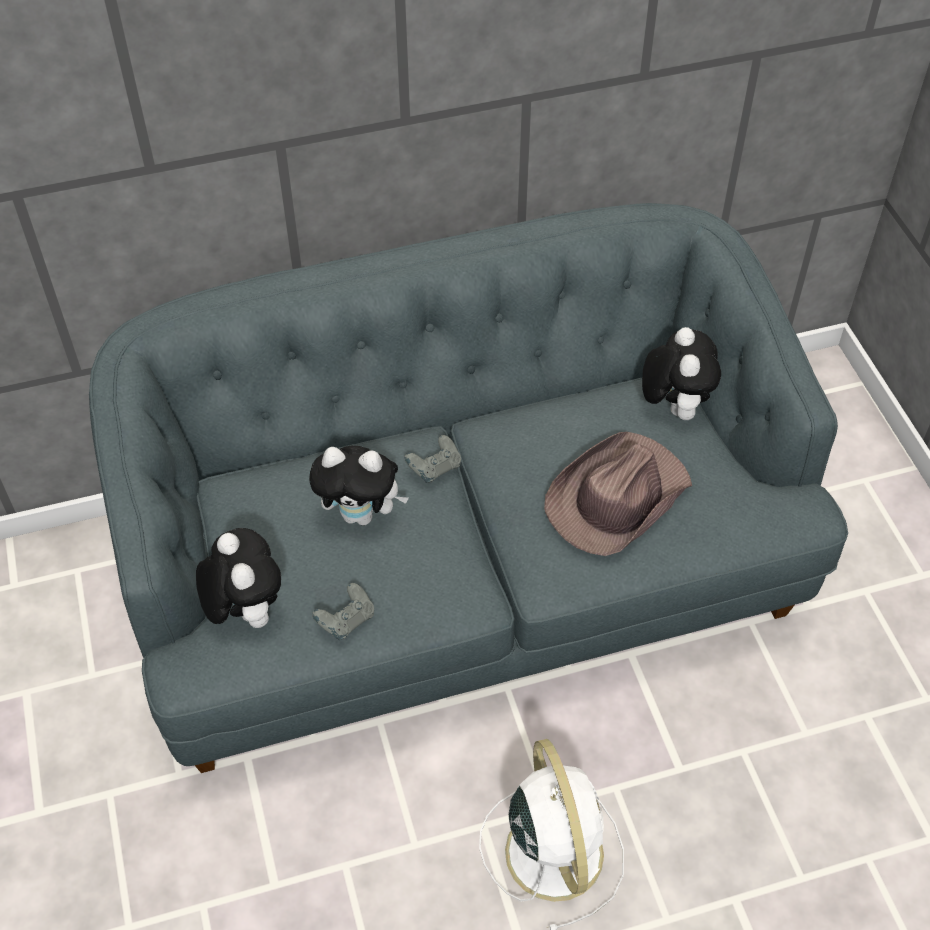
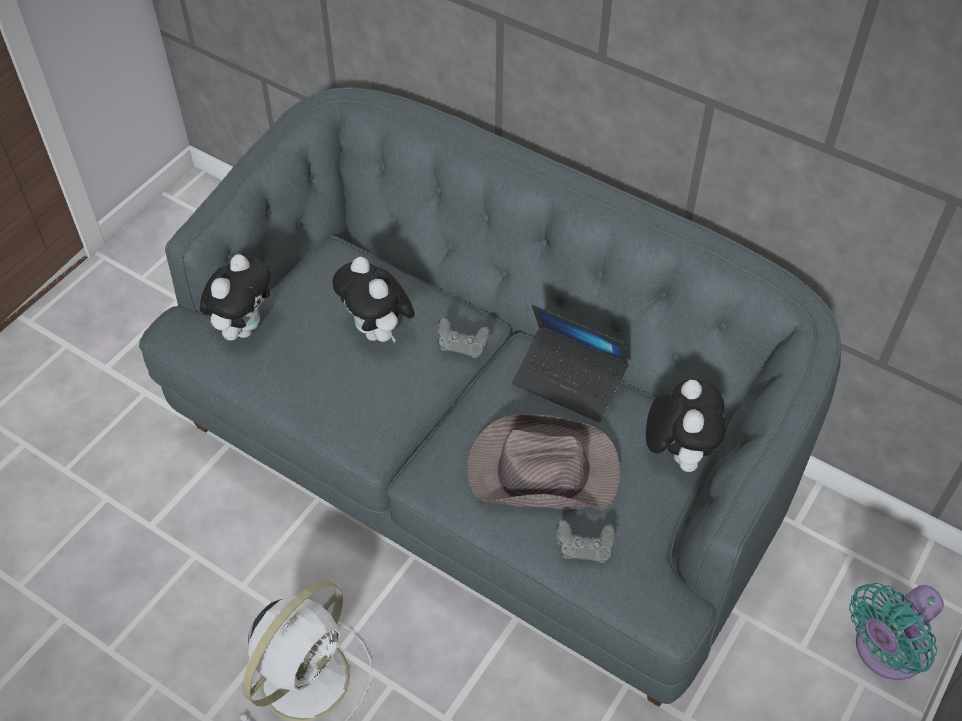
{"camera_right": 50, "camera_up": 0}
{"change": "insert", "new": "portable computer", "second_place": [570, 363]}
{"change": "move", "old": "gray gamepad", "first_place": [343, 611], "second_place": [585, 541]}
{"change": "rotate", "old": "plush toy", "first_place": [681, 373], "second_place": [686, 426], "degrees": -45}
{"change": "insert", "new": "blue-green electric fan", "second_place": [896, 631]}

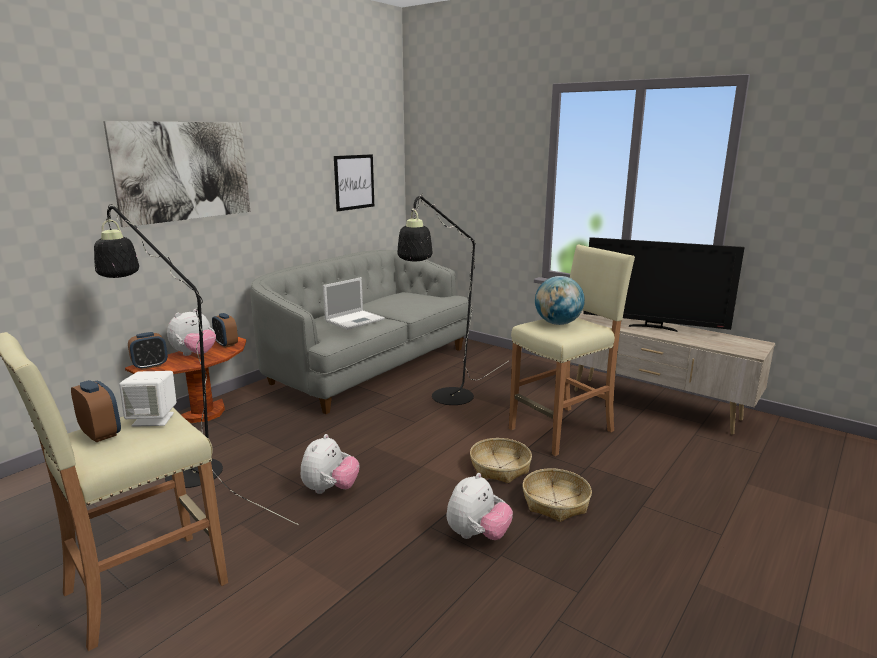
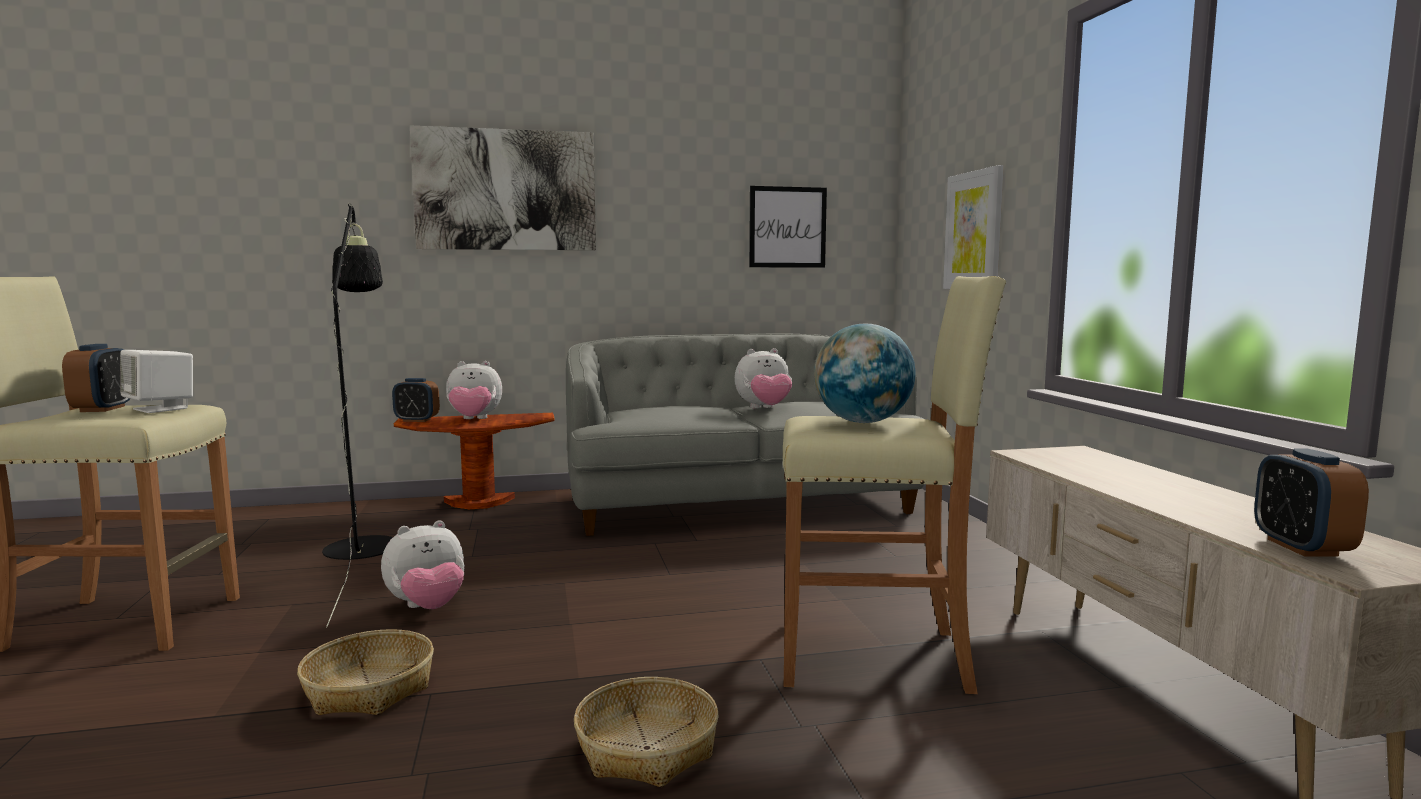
{"camera_right": 40, "camera_up": -10}
{"change": "move", "old": "storage basket", "first_place": [501, 460], "second_place": [365, 672]}
{"change": "move", "old": "plush toy", "first_place": [480, 506], "second_place": [763, 378]}
{"change": "insert", "new": "wall art", "second_place": [973, 227]}
{"change": "move", "old": "bedside clock", "first_place": [225, 330], "second_place": [1311, 502]}
{"change": "delete", "old": "portable computer", "first_place": [354, 303]}
{"change": "delete", "old": "black standing lamp", "first_place": [452, 299]}
{"change": "delete", "old": "television", "first_place": [664, 284]}

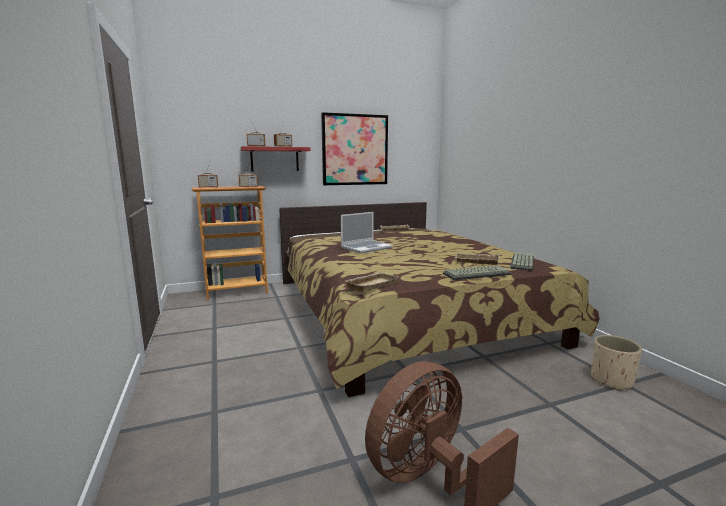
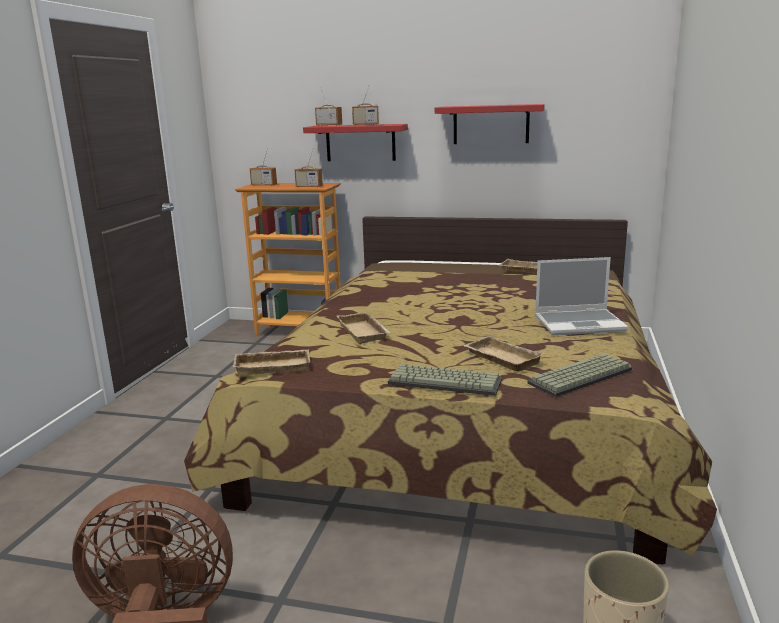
{"camera_right": 35, "camera_up": 5}
{"change": "insert", "new": "beige serving tray", "second_place": [364, 328]}
{"change": "replace", "old": "wall art", "new": "red-coloured shelf", "first_place": [354, 148], "second_place": [490, 124]}
{"change": "move", "old": "portable computer", "first_place": [367, 232], "second_place": [581, 296]}

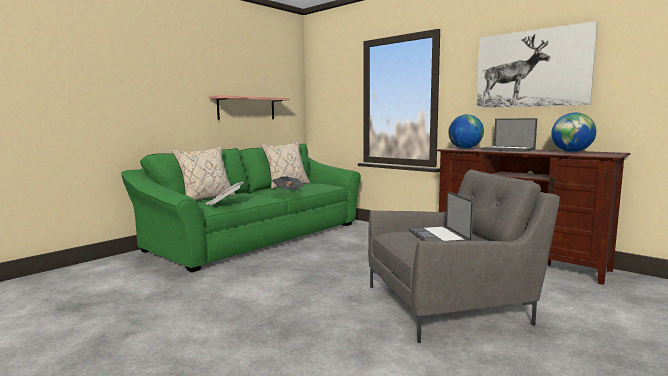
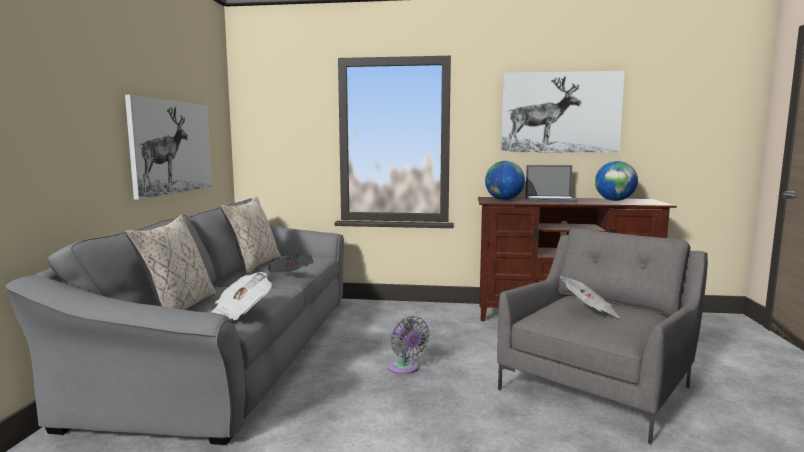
{"camera_right": -35, "camera_up": 0}
{"change": "recolor", "old": "greenish couch", "new": "gray couch", "first_place": [241, 208], "second_place": [174, 321]}
{"change": "replace", "old": "shelf", "new": "wall art", "first_place": [249, 107], "second_place": [168, 147]}
{"change": "insert", "new": "gray electric fan", "second_place": [409, 345]}
{"change": "replace", "old": "portable computer", "new": "daily paper", "first_place": [441, 216], "second_place": [590, 297]}

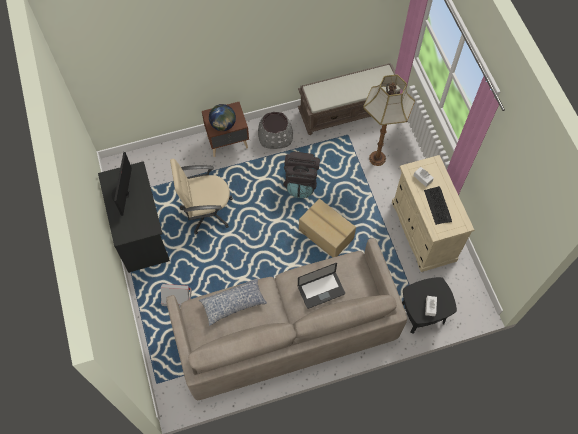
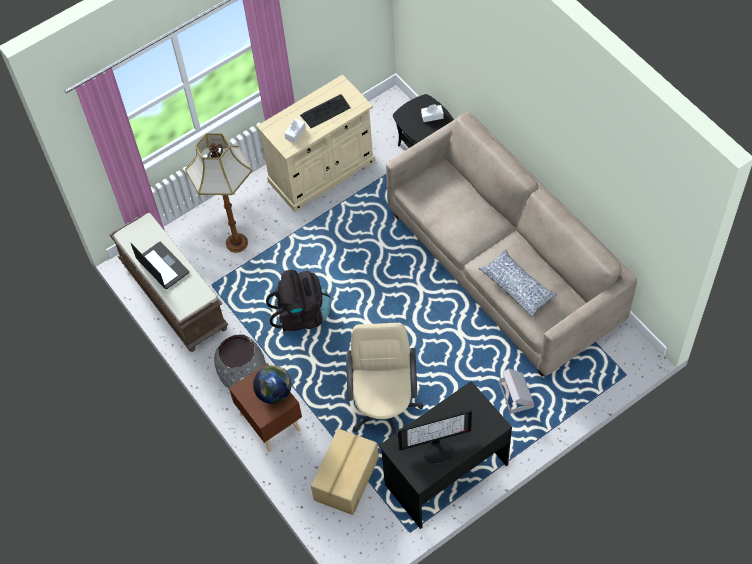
{"camera_right": -105, "camera_up": -5}
{"change": "move", "old": "portable computer", "first_place": [321, 286], "second_place": [160, 265]}
{"change": "move", "old": "cardboard box", "first_place": [327, 228], "second_place": [345, 471]}
{"change": "rotate", "old": "beige computer chair", "first_place": [201, 196], "second_place": [384, 378], "degrees": -150}

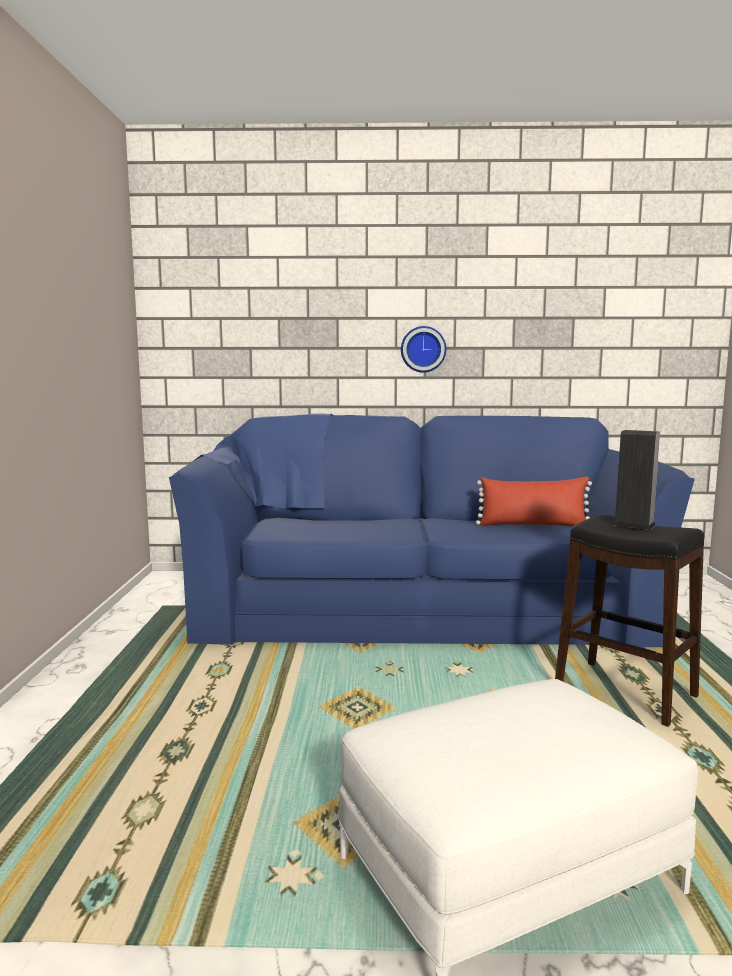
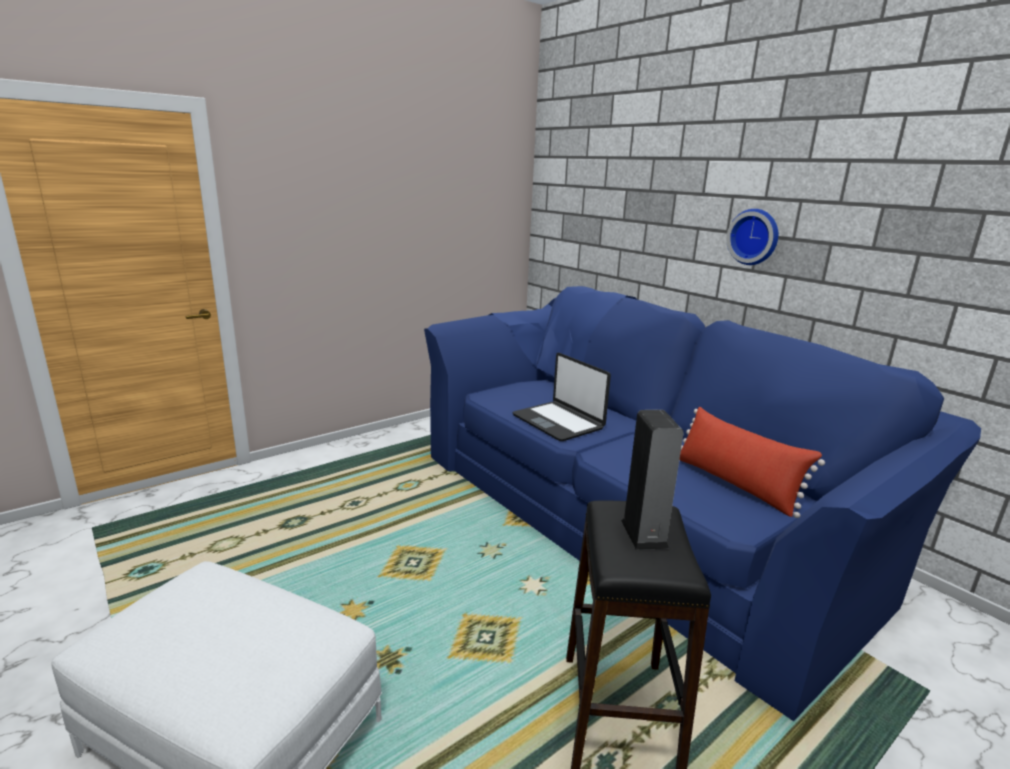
{"camera_right": 50, "camera_up": 10}
{"change": "insert", "new": "portable computer", "second_place": [561, 397]}

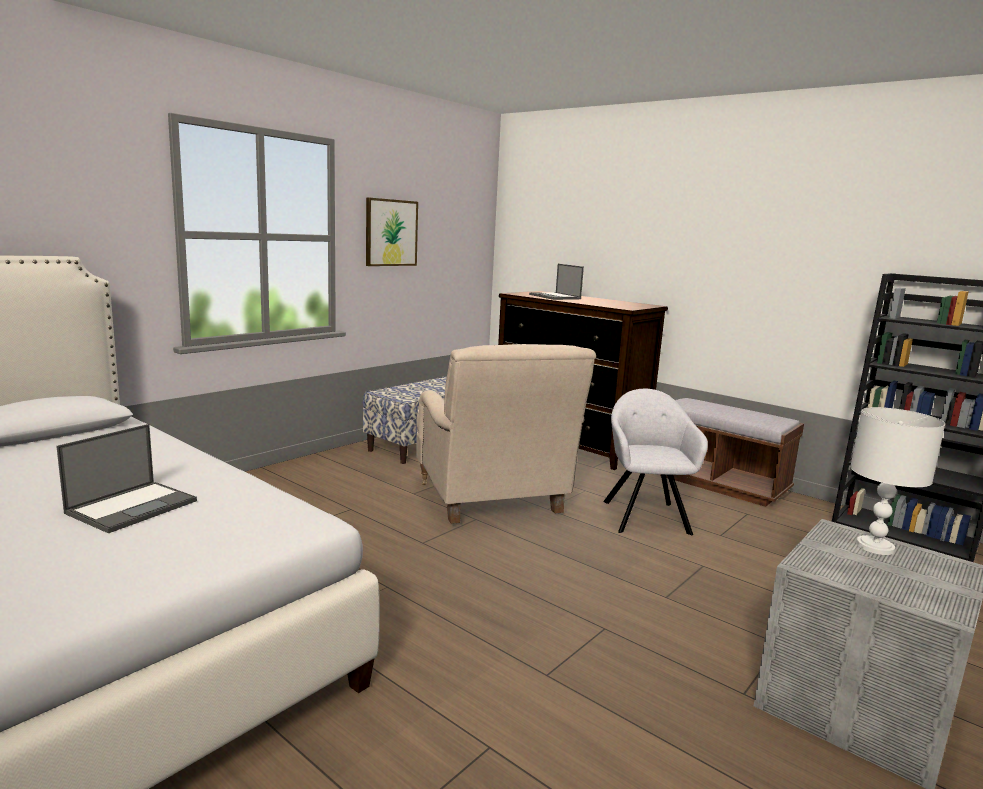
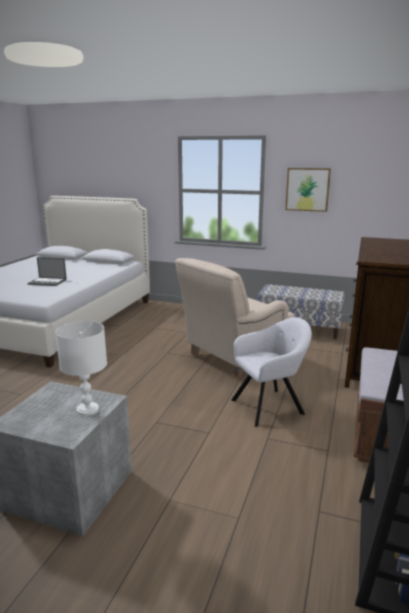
{"camera_right": 70, "camera_up": 5}
{"change": "delete", "old": "portable computer", "first_place": [556, 282]}

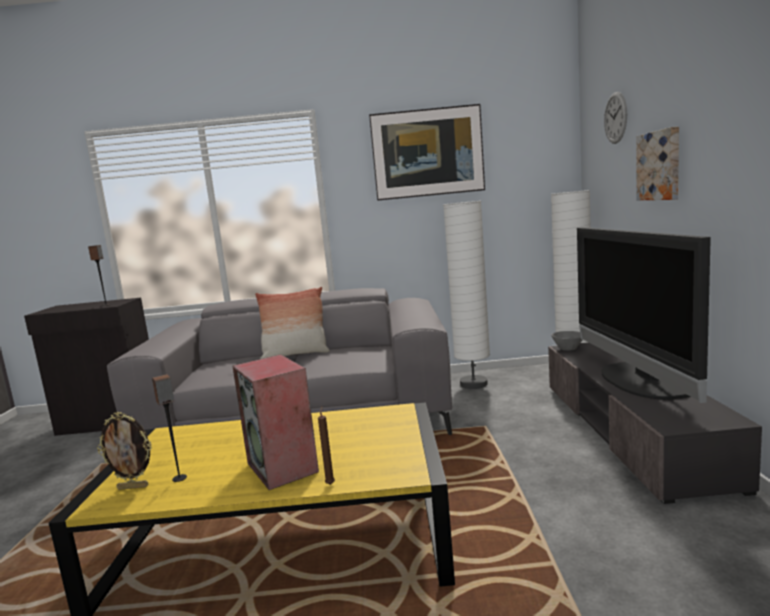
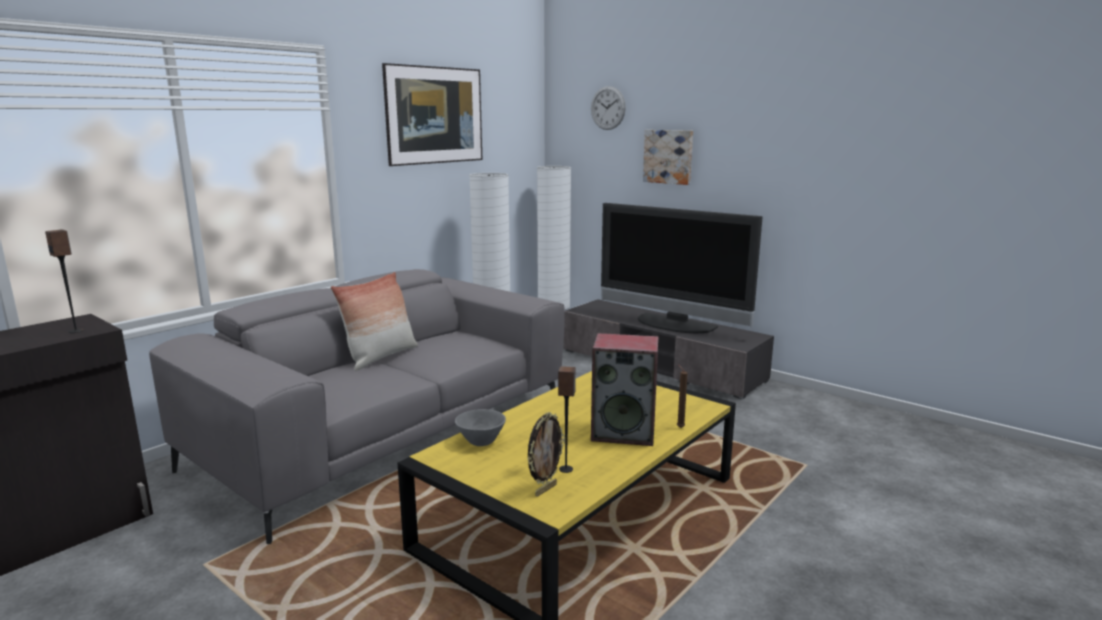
{"camera_right": -50, "camera_up": 5}
{"change": "move", "old": "gray serving bowl", "first_place": [566, 341], "second_place": [480, 427]}

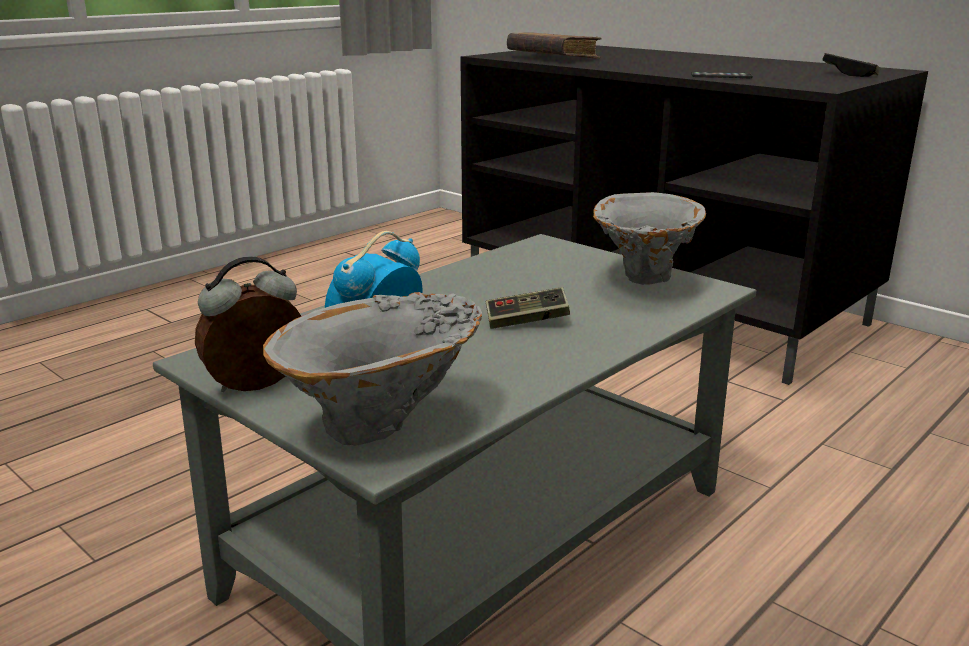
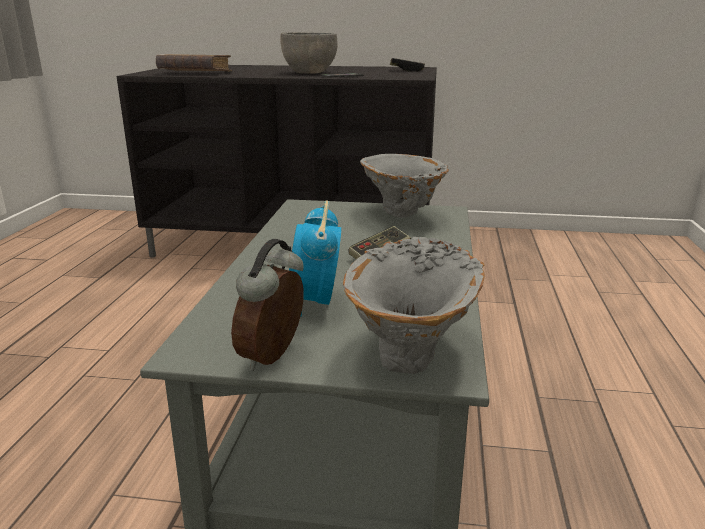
{"camera_right": -35, "camera_up": 0}
{"change": "insert", "new": "gray serving bowl", "second_place": [309, 53]}

